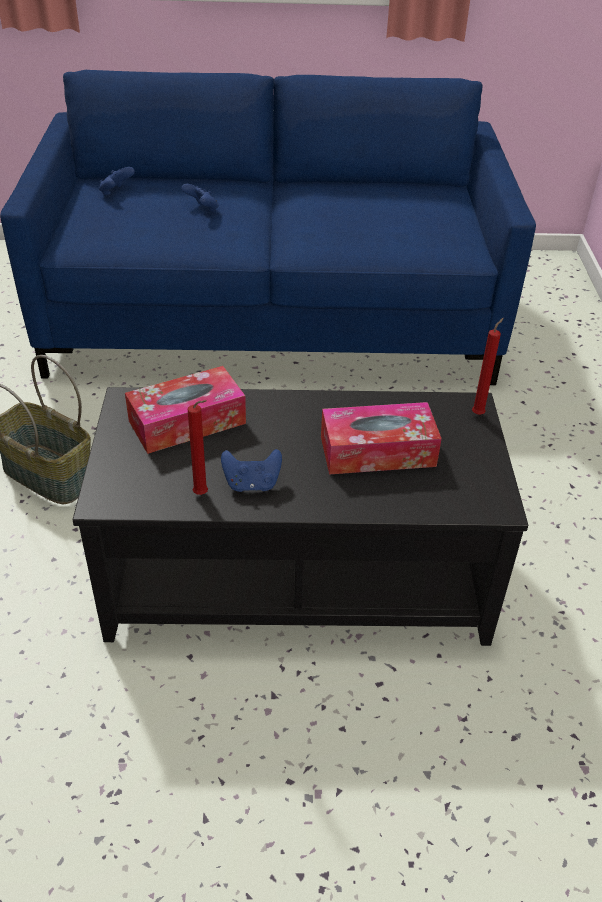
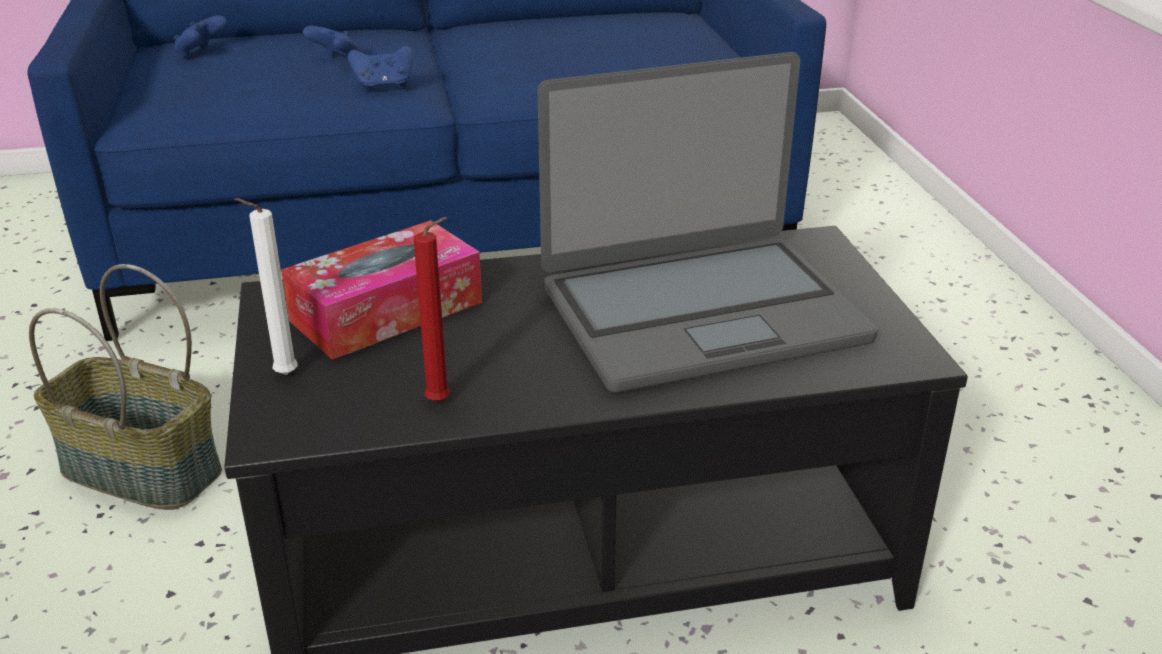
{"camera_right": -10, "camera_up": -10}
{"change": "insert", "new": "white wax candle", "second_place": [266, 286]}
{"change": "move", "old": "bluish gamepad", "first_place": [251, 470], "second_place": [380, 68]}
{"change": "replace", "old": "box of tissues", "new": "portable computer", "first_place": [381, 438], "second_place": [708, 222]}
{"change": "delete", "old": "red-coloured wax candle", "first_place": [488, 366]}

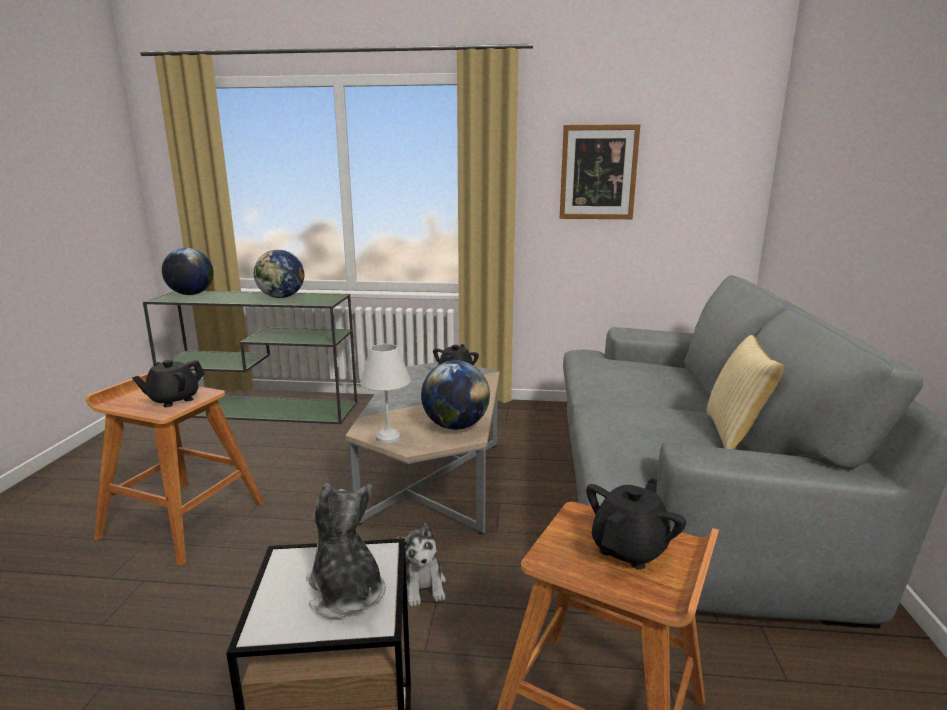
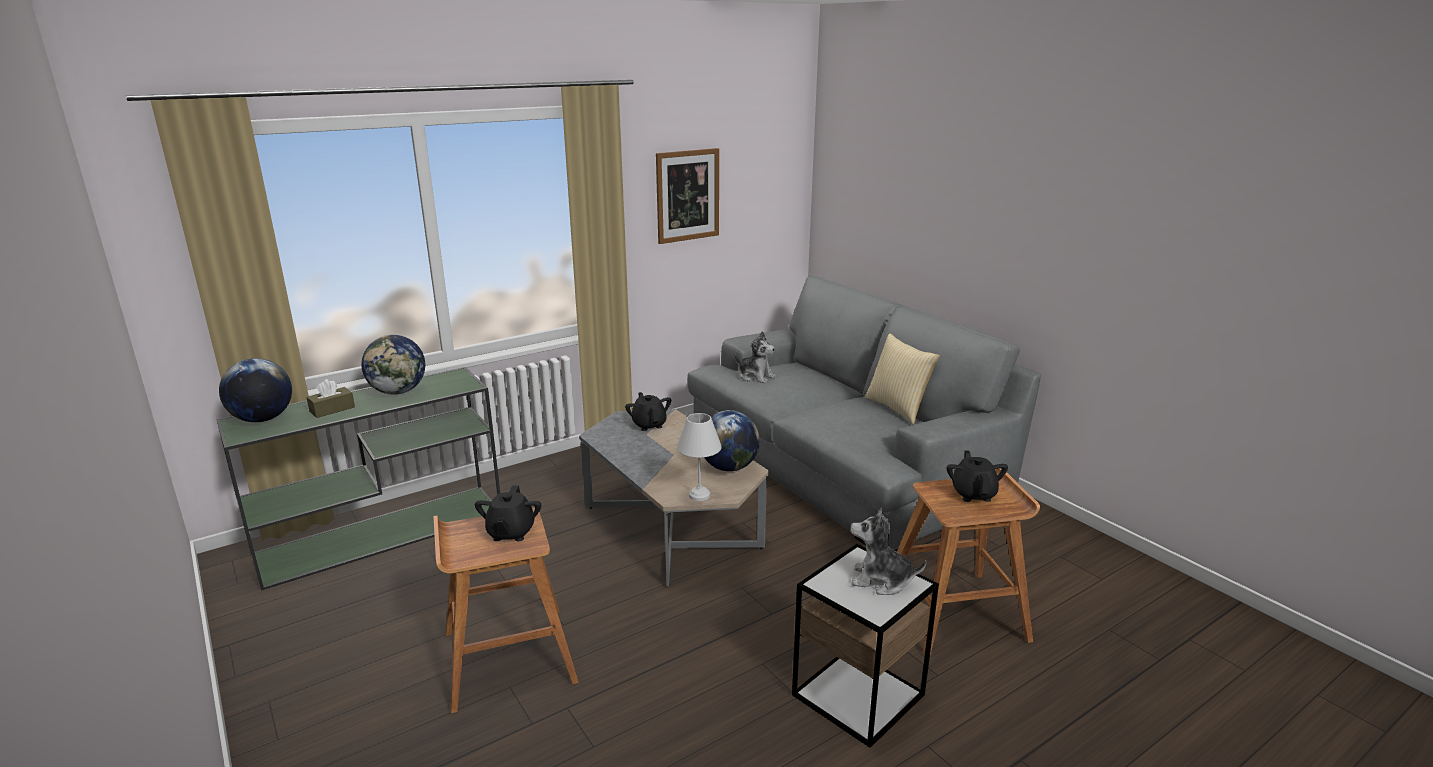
{"camera_right": -40, "camera_up": 5}
{"change": "insert", "new": "brown box of tissues", "second_place": [330, 398]}
{"change": "move", "old": "plush toy", "first_place": [421, 565], "second_place": [755, 357]}

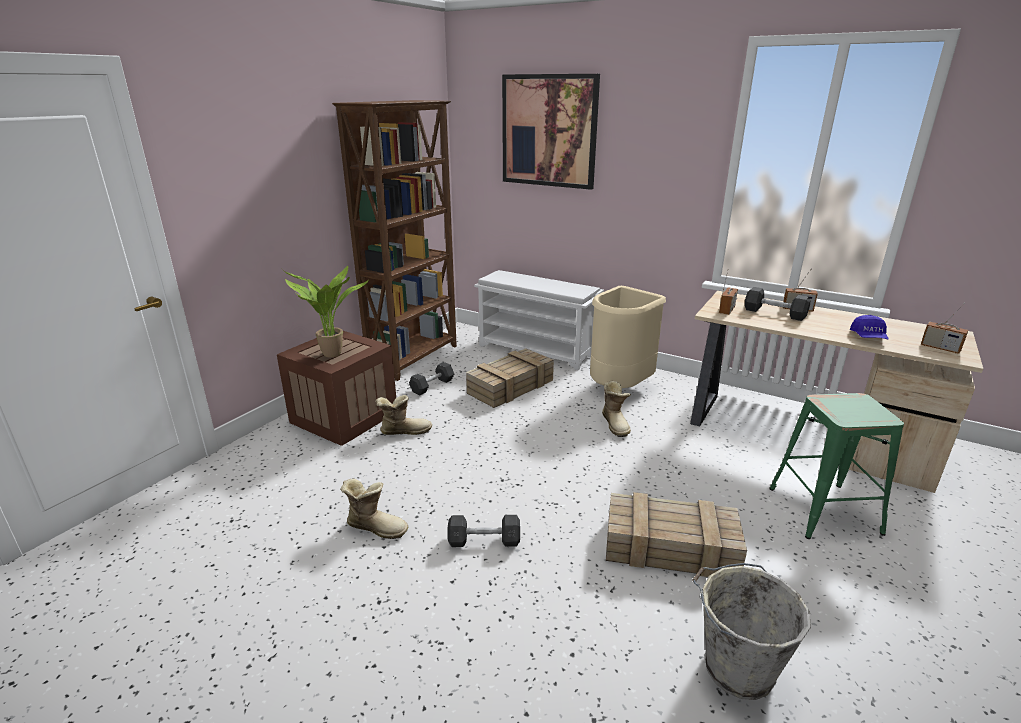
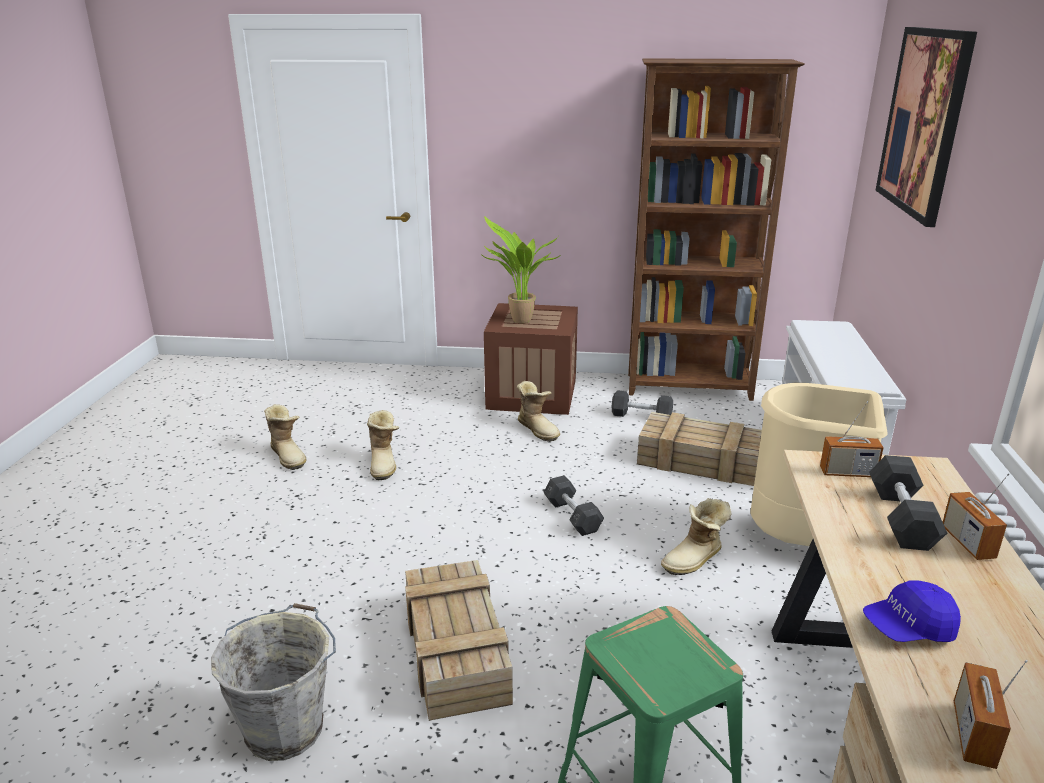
{"camera_right": 65, "camera_up": 0}
{"change": "insert", "new": "tall boot", "second_place": [285, 437]}
{"change": "move", "old": "gray hand weight", "first_place": [484, 531], "second_place": [573, 505]}

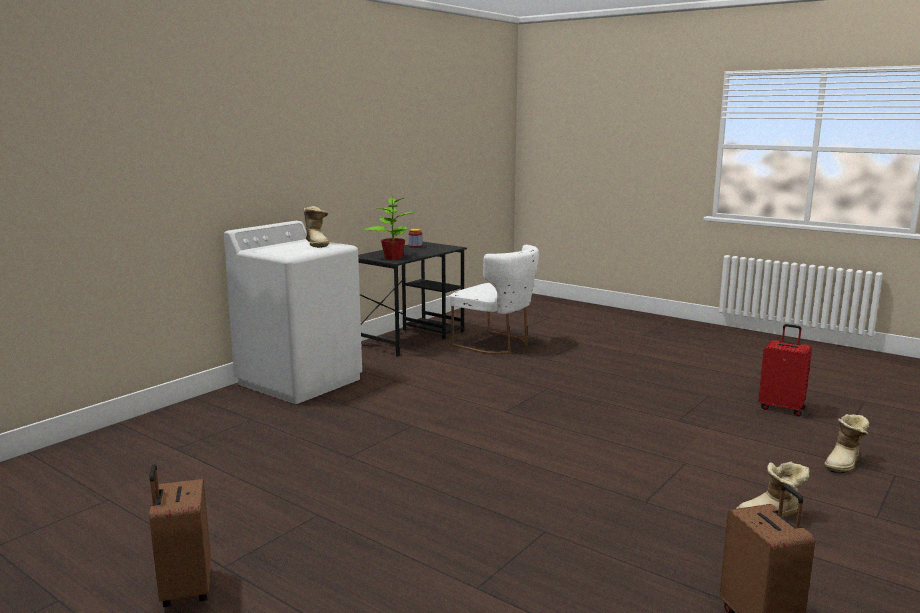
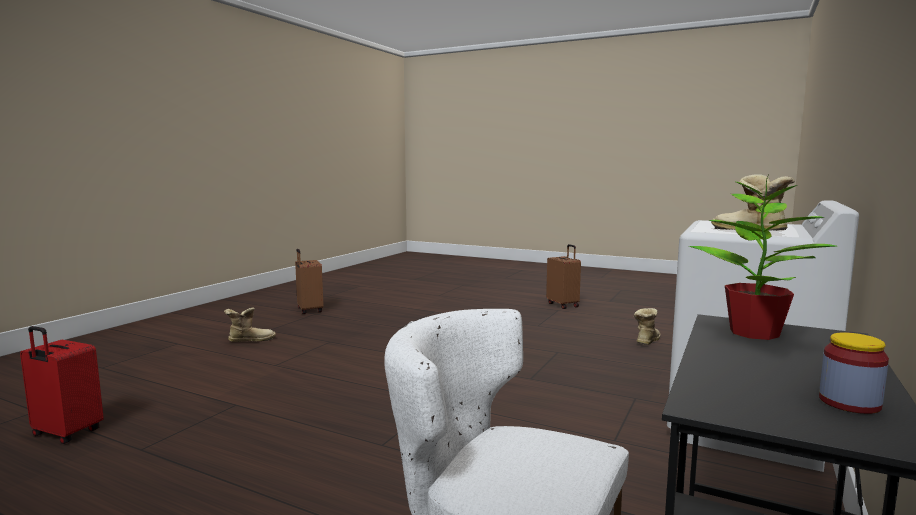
{"camera_right": 170, "camera_up": -5}
{"change": "move", "old": "tall boot", "first_place": [847, 444], "second_place": [647, 326]}

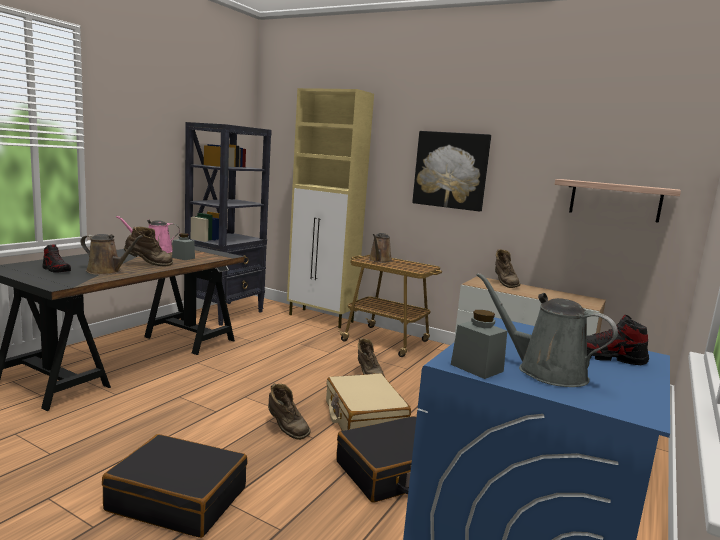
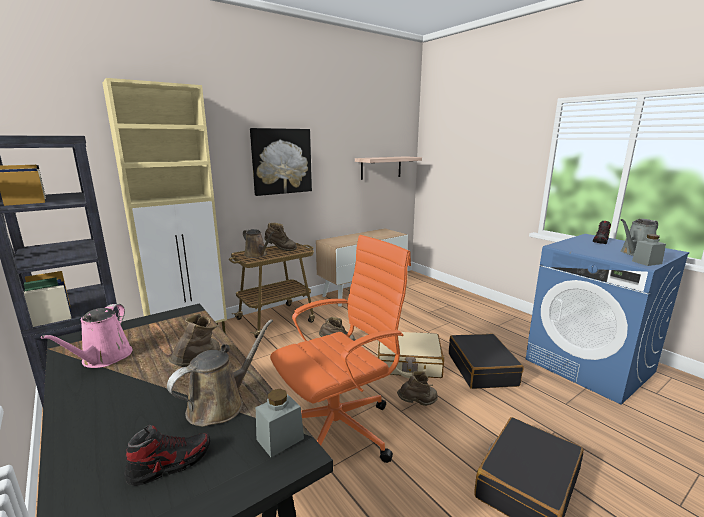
{"camera_right": -65, "camera_up": 5}
{"change": "move", "old": "gray storage jar", "first_place": [183, 246], "second_place": [280, 423]}
{"change": "move", "old": "brown tall boot", "first_place": [507, 268], "second_place": [281, 237]}
{"change": "insert", "new": "orange-coloured computer chair", "second_place": [340, 349]}

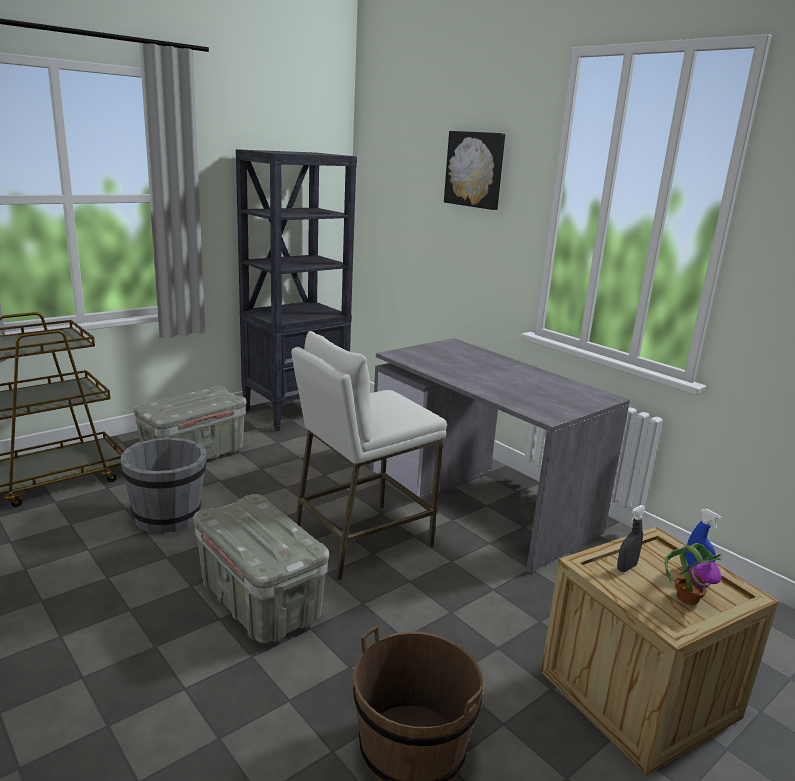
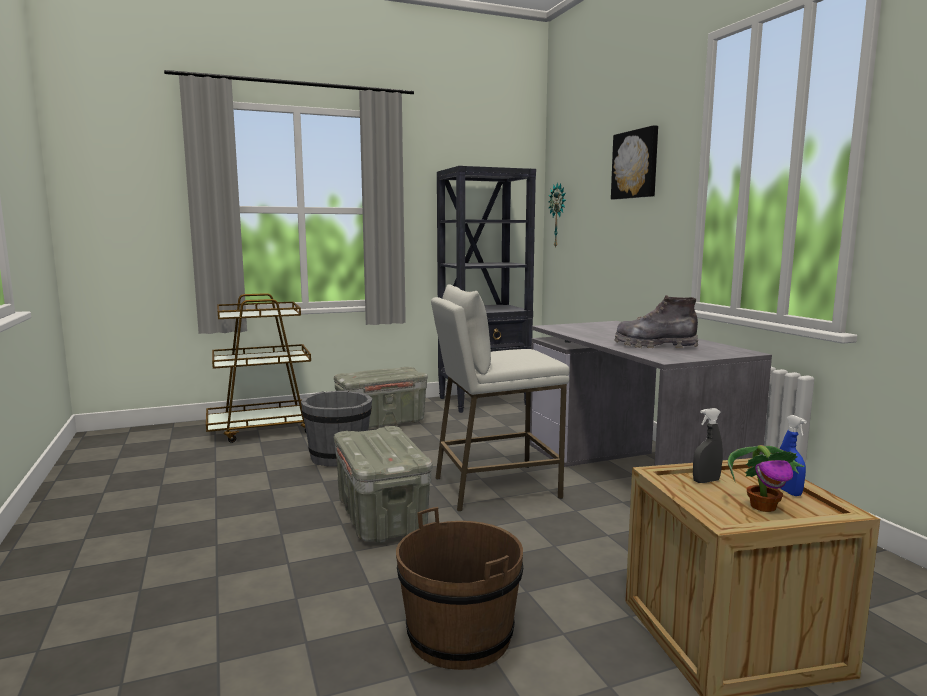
{"camera_right": 20, "camera_up": -10}
{"change": "insert", "new": "wall clock", "second_place": [557, 215]}
{"change": "insert", "new": "gray tall boot", "second_place": [656, 321]}

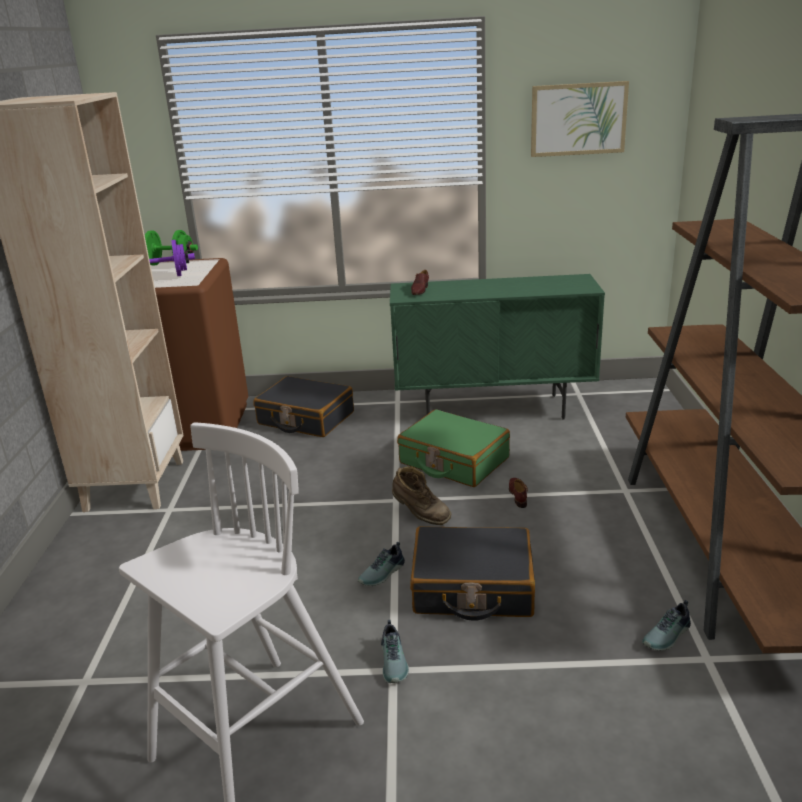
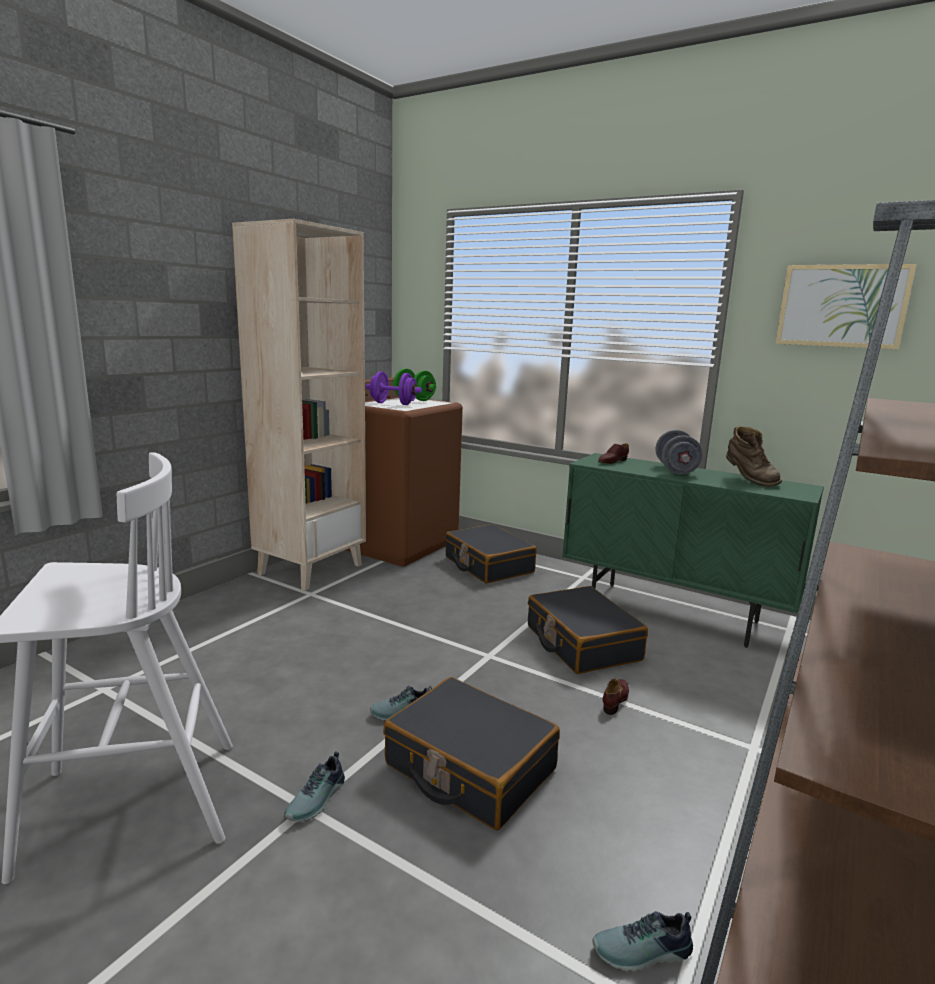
{"camera_right": 30, "camera_up": -10}
{"change": "recolor", "old": "greenish travel case", "new": "black travel case", "first_place": [453, 448], "second_place": [588, 630]}
{"change": "insert", "new": "gray hand weight", "second_place": [679, 452]}
{"change": "move", "old": "brown tall boot", "first_place": [421, 495], "second_place": [754, 456]}

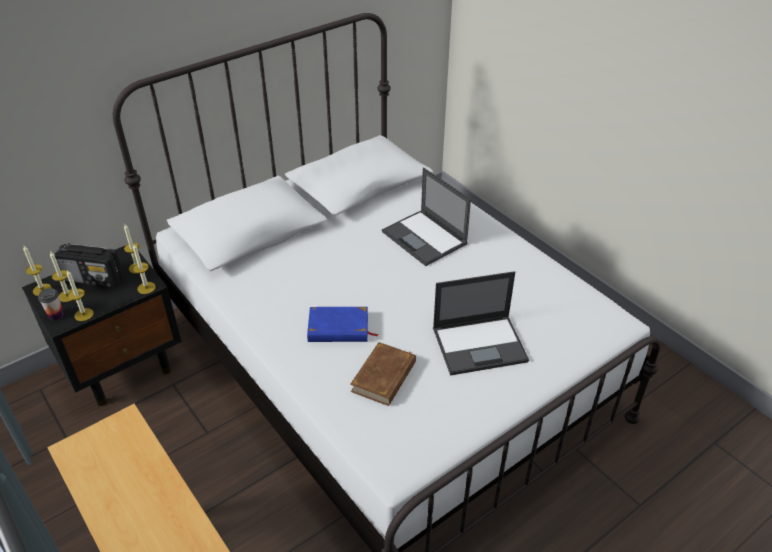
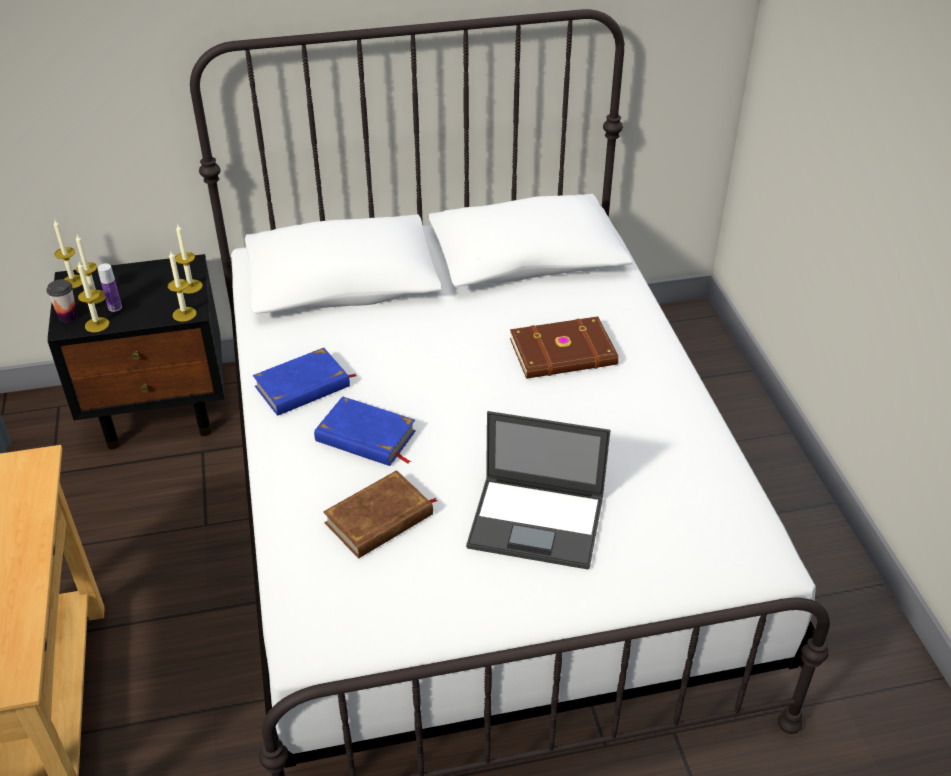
{"camera_right": 25, "camera_up": 0}
{"change": "insert", "new": "drink bottle", "second_place": [109, 287]}
{"change": "insert", "new": "bluish book", "second_place": [305, 382]}
{"change": "replace", "old": "portable computer", "new": "brown book", "first_place": [426, 217], "second_place": [564, 347]}
{"change": "delete", "old": "radio", "first_place": [89, 266]}

